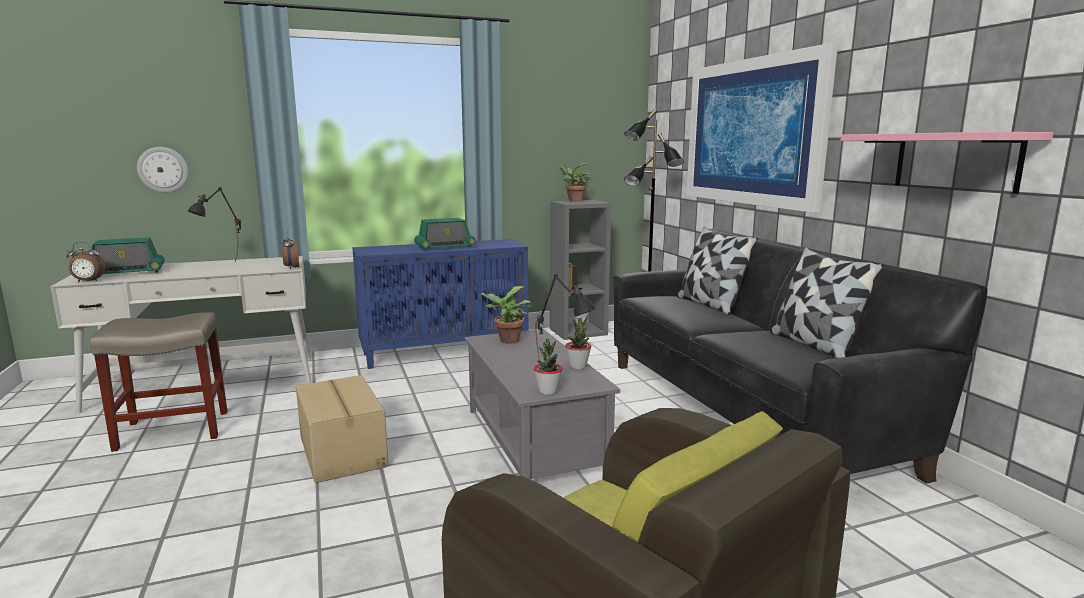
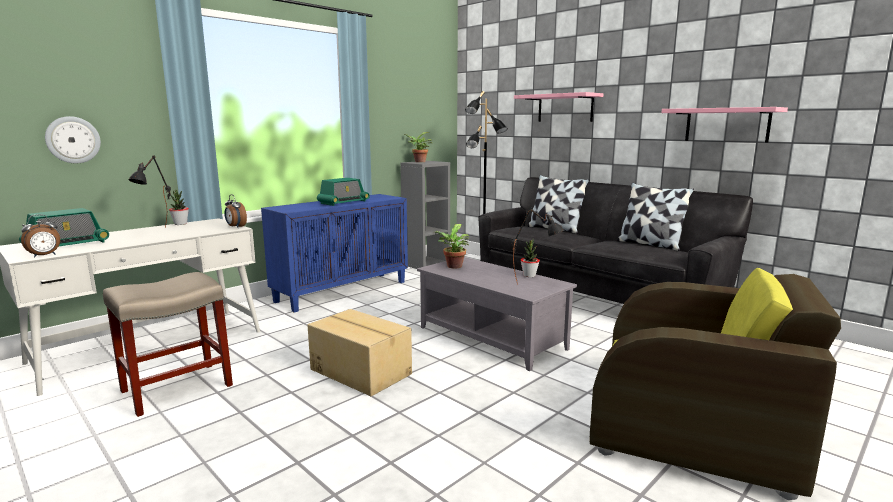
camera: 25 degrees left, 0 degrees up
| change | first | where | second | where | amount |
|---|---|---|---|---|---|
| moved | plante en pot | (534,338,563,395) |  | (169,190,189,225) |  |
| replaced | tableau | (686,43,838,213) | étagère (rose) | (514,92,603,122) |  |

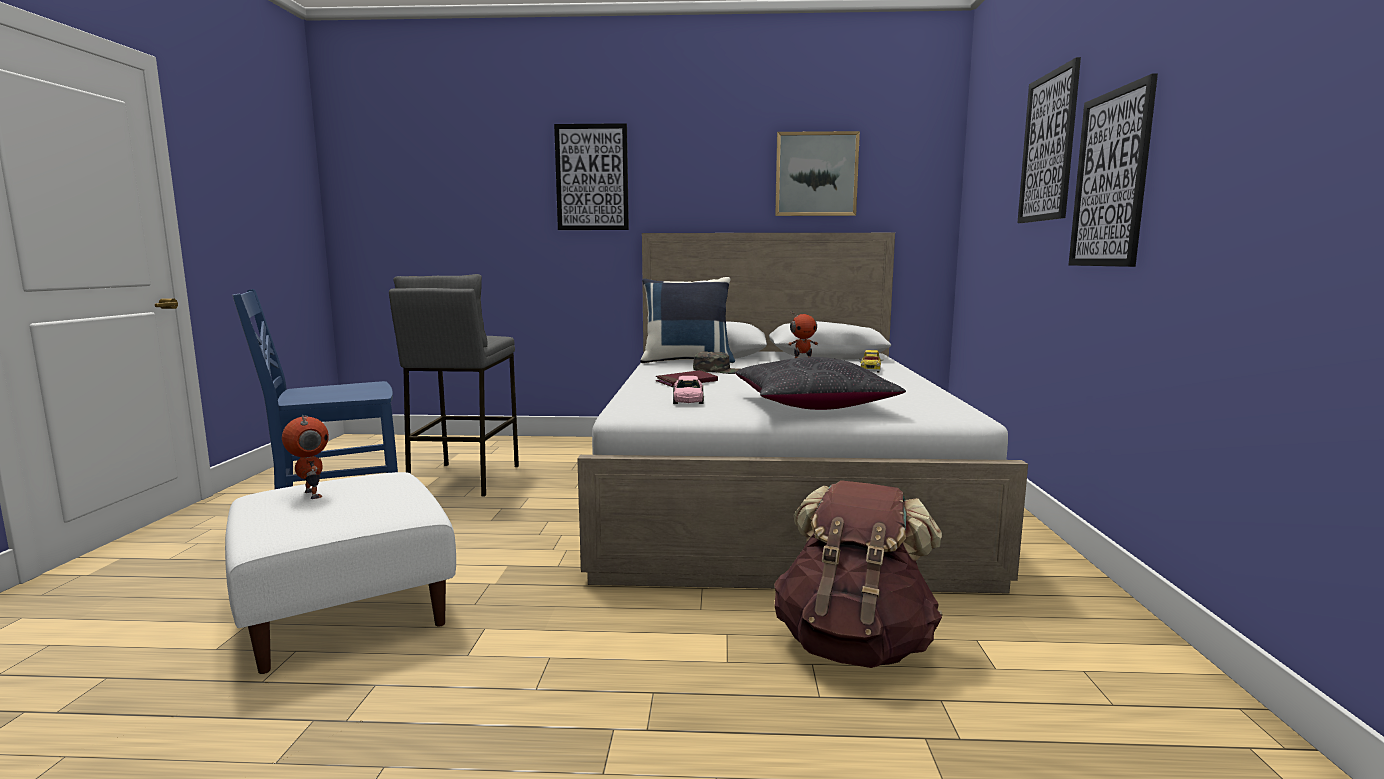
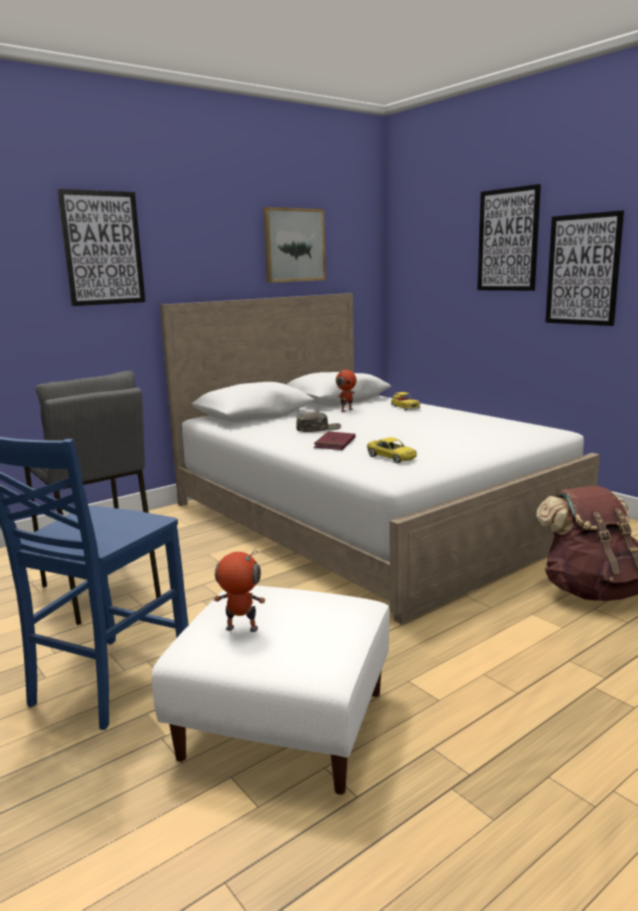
camera: 40 degrees left, 5 degrees up
| change | first | where | second | where | amount |
|---|---|---|---|---|---|
| removed | coussin (bleu) | (640,277,735,363) |  |  |  |
| removed | coussin (noir) | (736,357,906,410) |  |  |  |
| recoloured | petite voiture (rose) | (673,376,704,404) | petite voiture (jaune) | (367,437,417,463) |  |

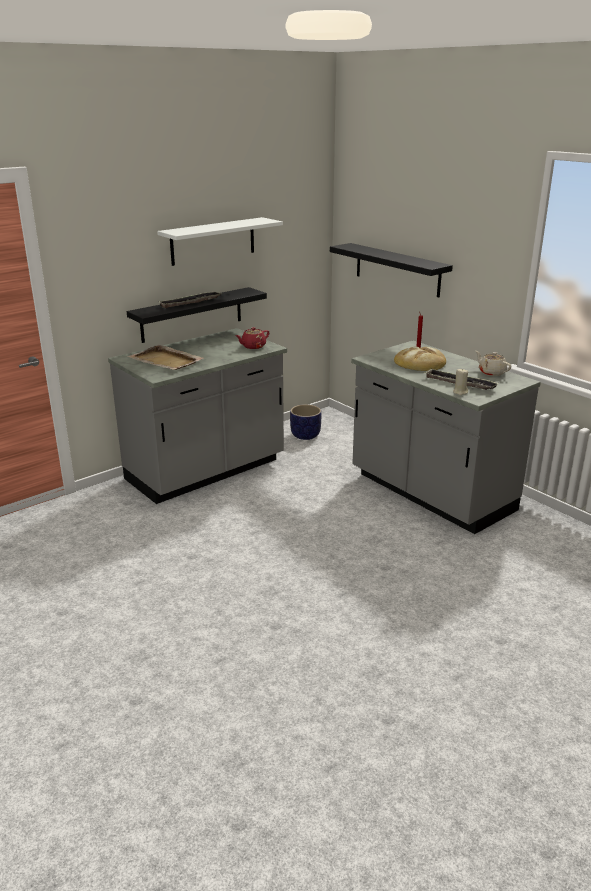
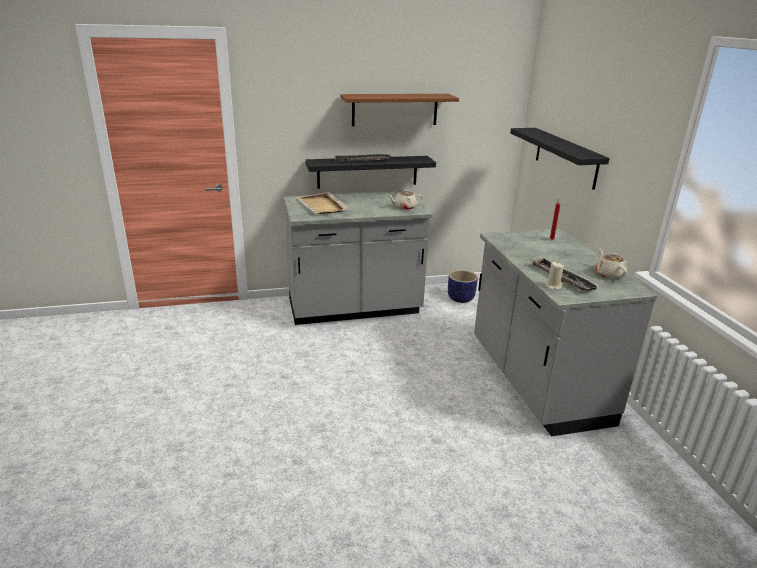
camera: 25 degrees right, 0 degrees up
| change | first | where | second | where | amount |
|---|---|---|---|---|---|
| removed | pain | (394,347,446,371) |  |  |  |
| recoloured | étagère (blanc) | (157,217,283,266) | étagère (marron) | (340,94,459,126) |  |
| recoloured | théière (rouge) | (235,327,269,349) | théière (beige) | (387,190,423,210) |  |

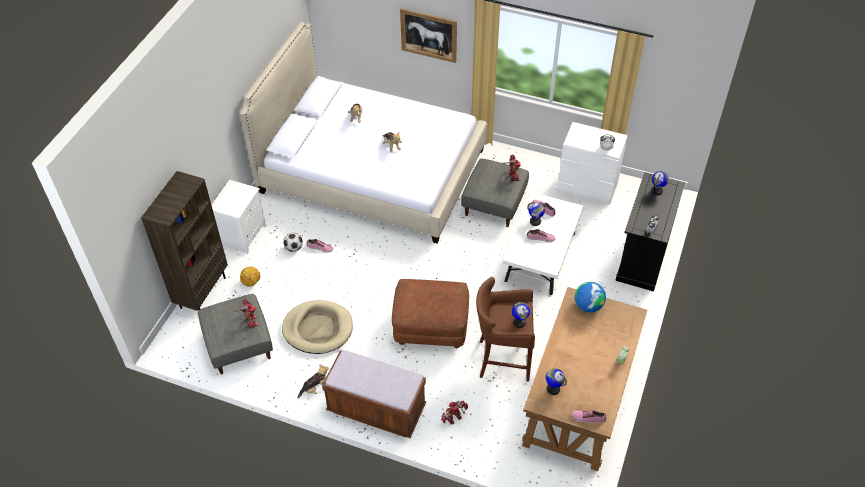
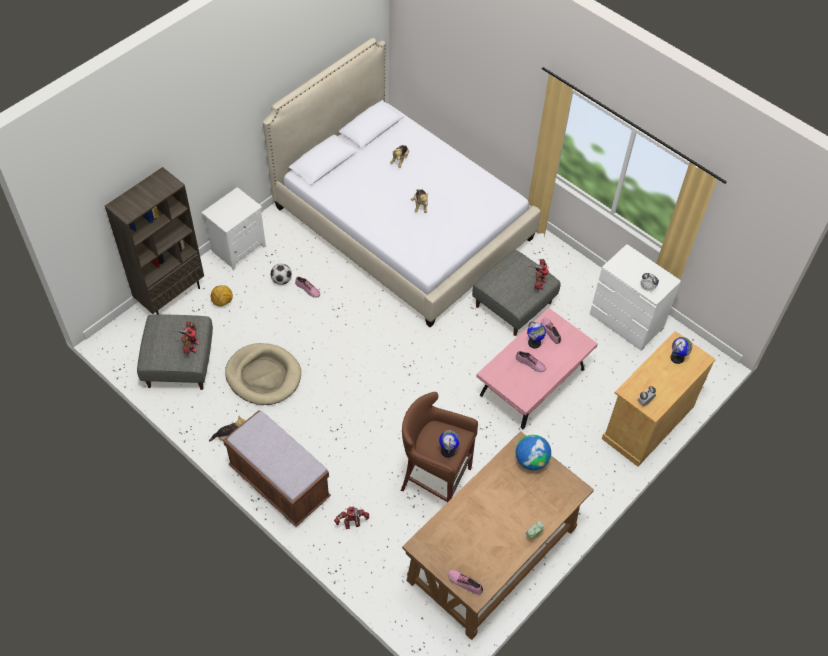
camera: 20 degrees right, 5 degrees up
| change | first | where | second | where | amount |
|---|---|---|---|---|---|
| removed | pouf (marron) | (392,279,469,348) |  |  |  |
| removed | tableau | (400,8,457,63) |  |  |  |
| removed | globe | (546,368,567,395) |  |  |  |
| recoloured | table basse (blanc) | (503,192,584,295) | table basse (rose) | (476,308,598,429) |  |
| recoloured | meuble de rangement (noir) | (615,172,685,291) | meuble de rangement (beige) | (602,331,716,467) |  |

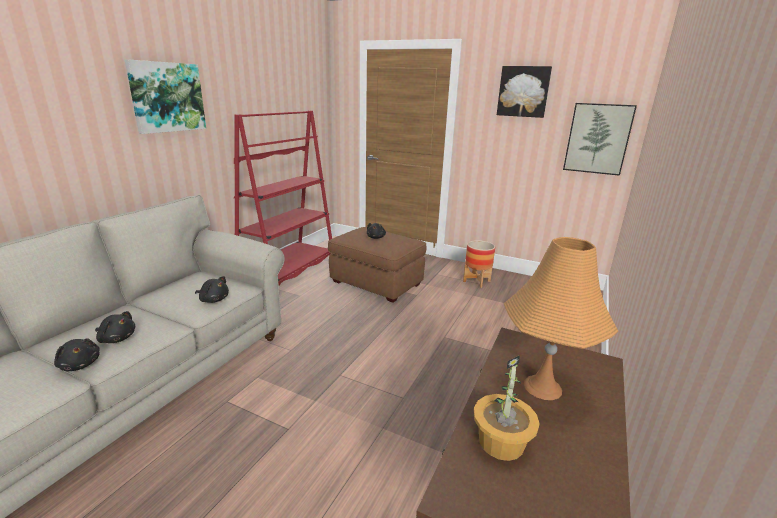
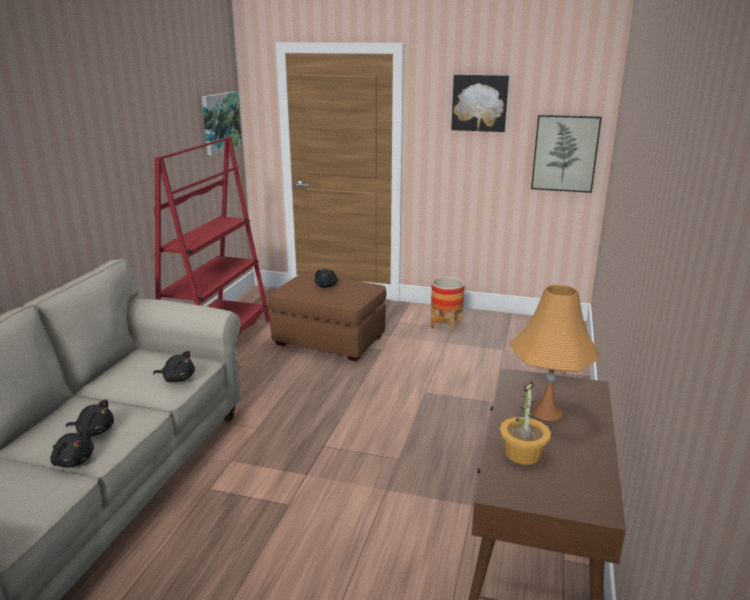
camera: 10 degrees left, 0 degrees up
| change | first | where | second | where | amount |
|---|---|---|---|---|---|
| moved | tableau | (125,59,206,134) |  | (202,91,242,155) |  |

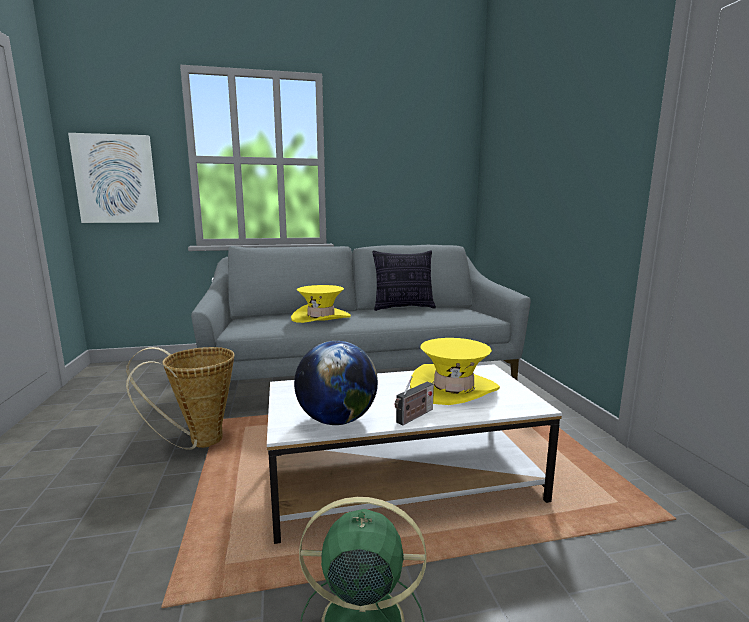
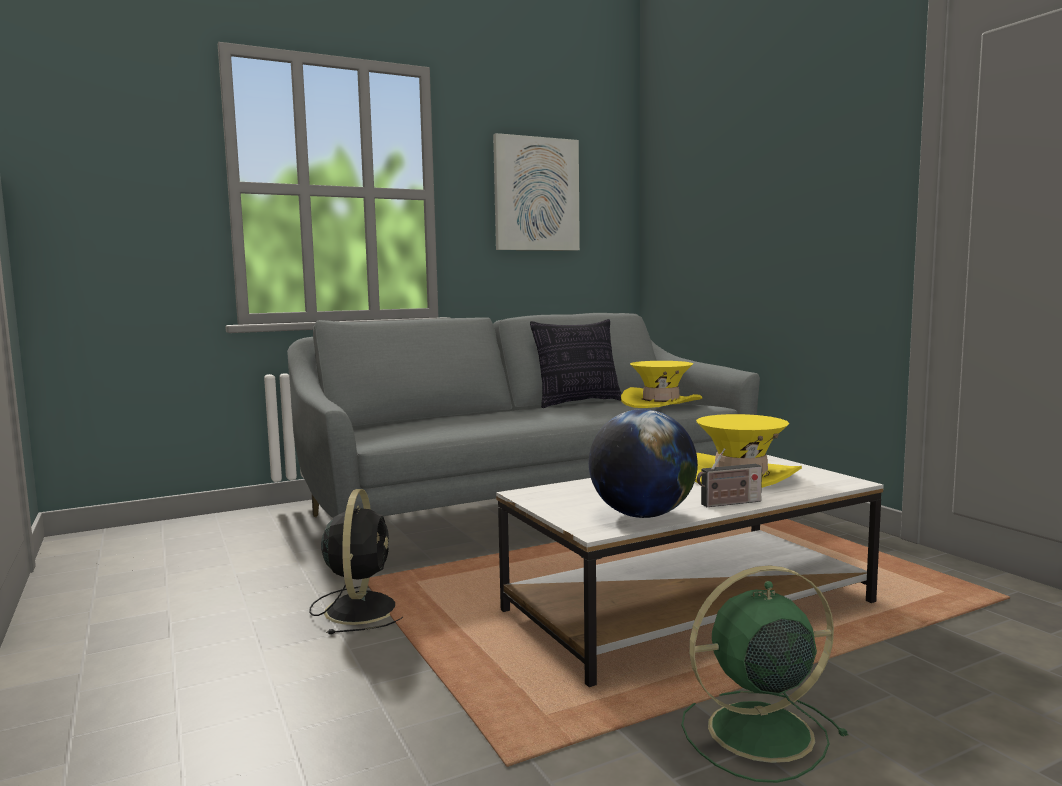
camera: 15 degrees left, 5 degrees down
| change | first | where | second | where | amount |
|---|---|---|---|---|---|
| moved | tableau | (68,133,159,223) |  | (493,133,580,251) |  |
| moved | chapeau (jaune) | (291,285,351,323) |  | (621,361,702,408) |  |
| replaced | panier | (126,347,234,449) | ventilateur (noir) | (310,489,403,634) |  |
| turned | radio | (395,376,434,425) |  | (697,448,762,507) | 45 degrees clockwise |

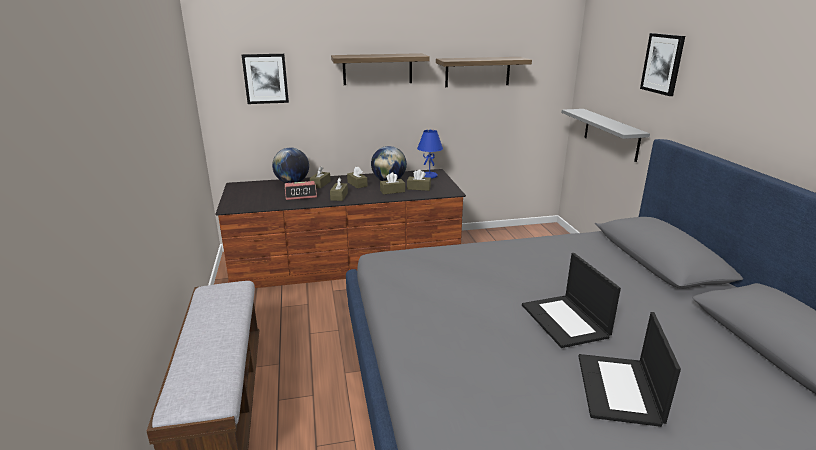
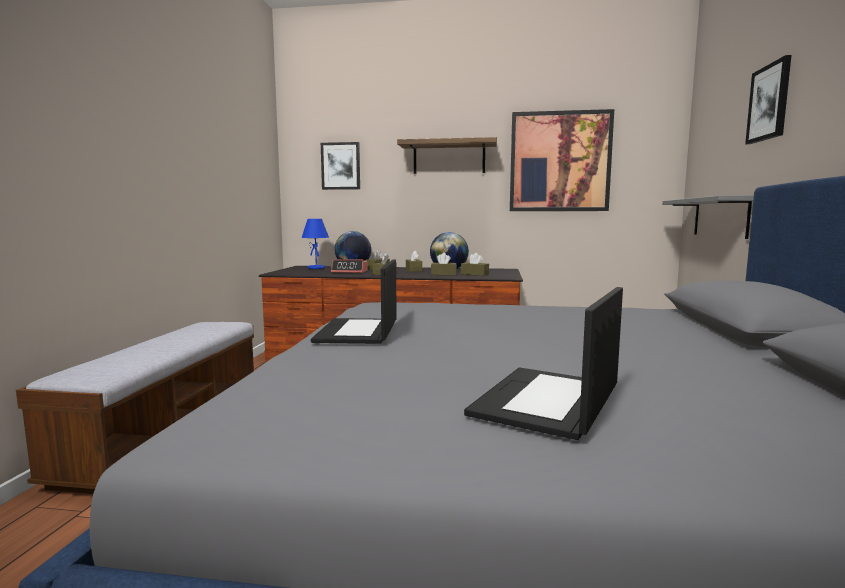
camera: 20 degrees right, 15 degrees down
| change | first | where | second | where | amount |
|---|---|---|---|---|---|
| moved | lampe de table (bleu) | (417,130,443,179) |  | (301,219,329,269) |  |
| moved | ordinateur portable | (522,253,621,348) |  | (311,260,397,344) |  |
| replaced | étagère | (436,57,532,87) | tableau | (510,109,614,211) |  |

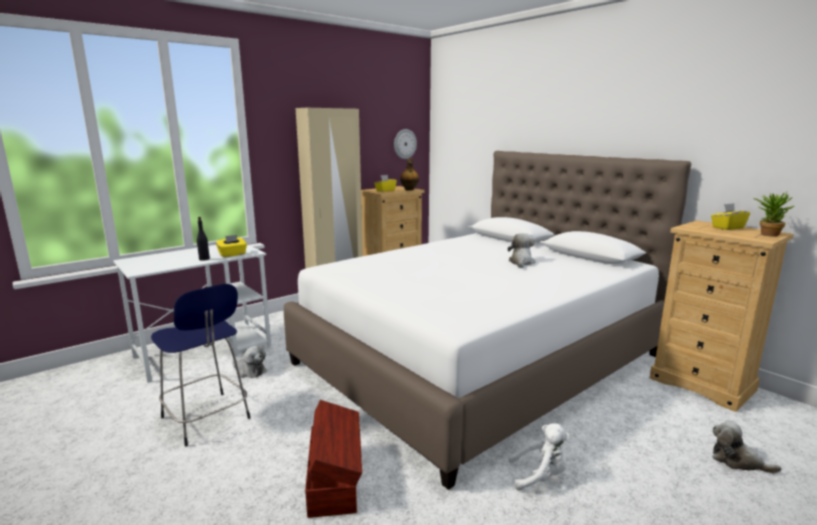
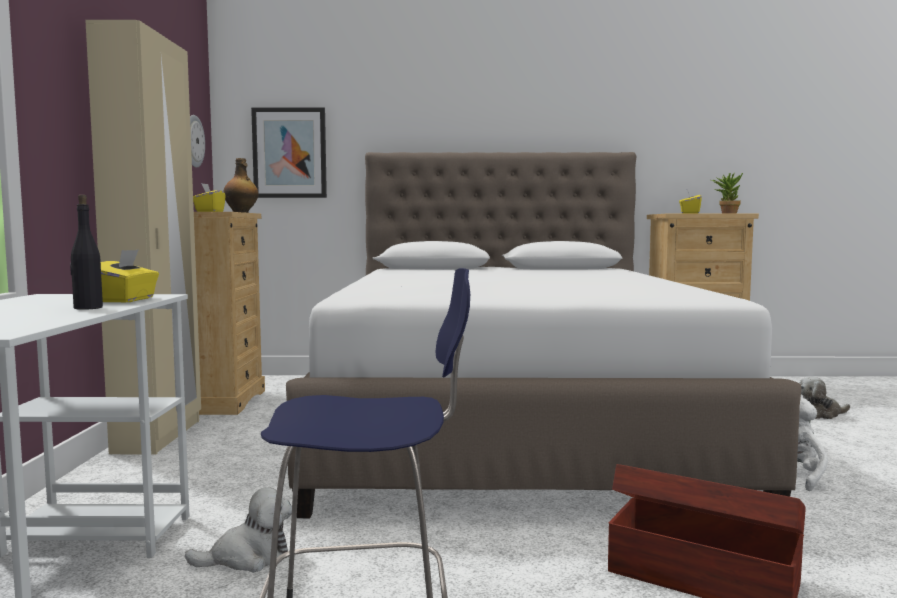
camera: 50 degrees left, 10 degrees down
| change | first | where | second | where | amount |
|---|---|---|---|---|---|
| removed | peluche | (508,233,536,268) |  |  |  |
| added |  |  | tableau | (251,107,327,198) |  |

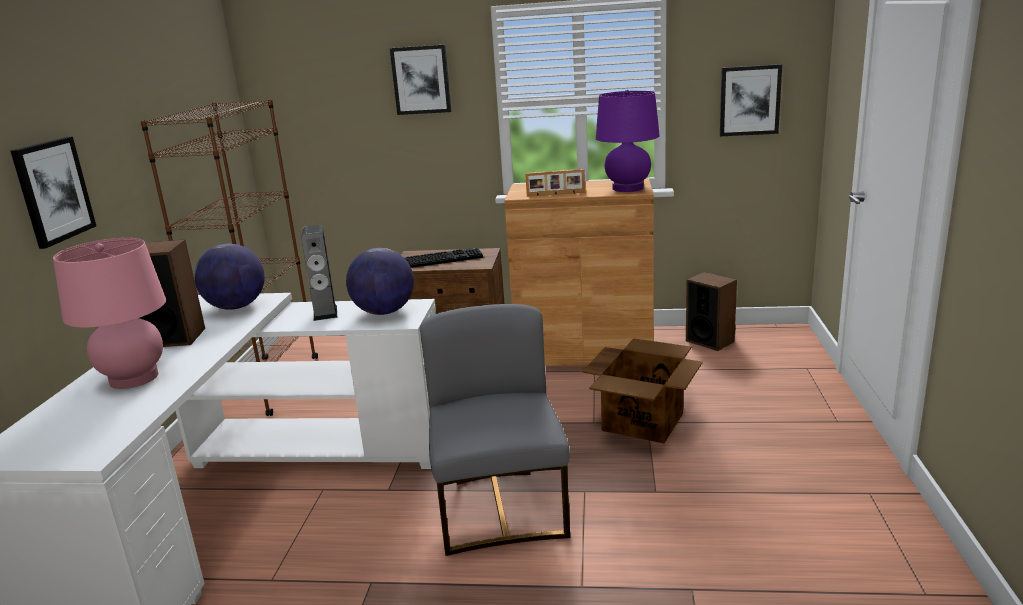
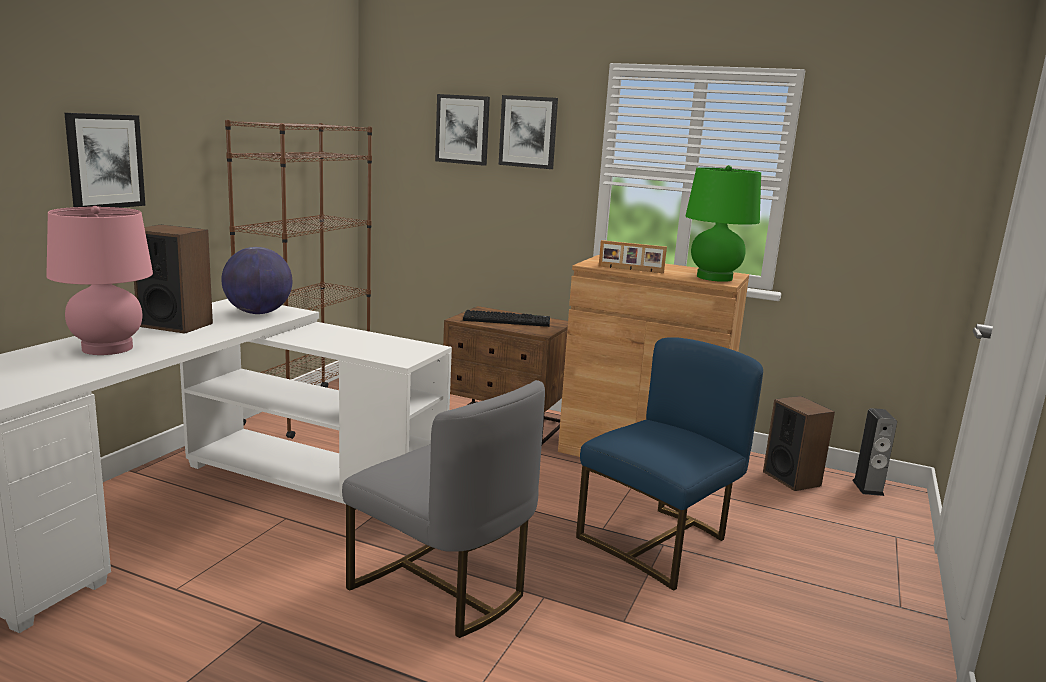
camera: 15 degrees right, 5 degrees down
| change | first | where | second | where | amount |
|---|---|---|---|---|---|
| removed | globe | (346,248,414,315) |  |  |  |
| moved | enceinte | (301,225,337,321) |  | (852,408,897,496) |  |
| moved | tableau | (720,64,782,136) |  | (435,94,490,166) |  |
| replaced | carton | (582,338,703,443) | chaise (bleu) | (576,337,763,591) |  |
| recoloured | lampe de table (violet) | (596,90,660,192) | lampe de table (vert) | (686,165,761,282) |  |
| turned | chaise (gris) | (420,304,570,556) |  | (342,380,545,638) | 120 degrees clockwise |

